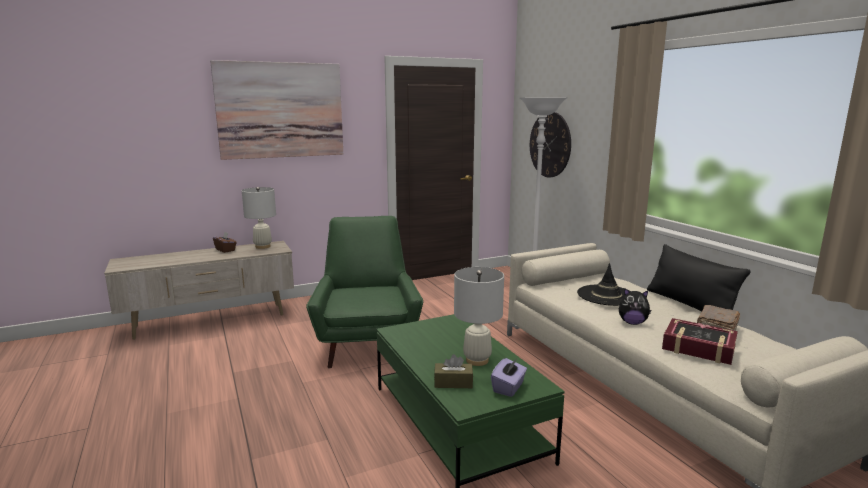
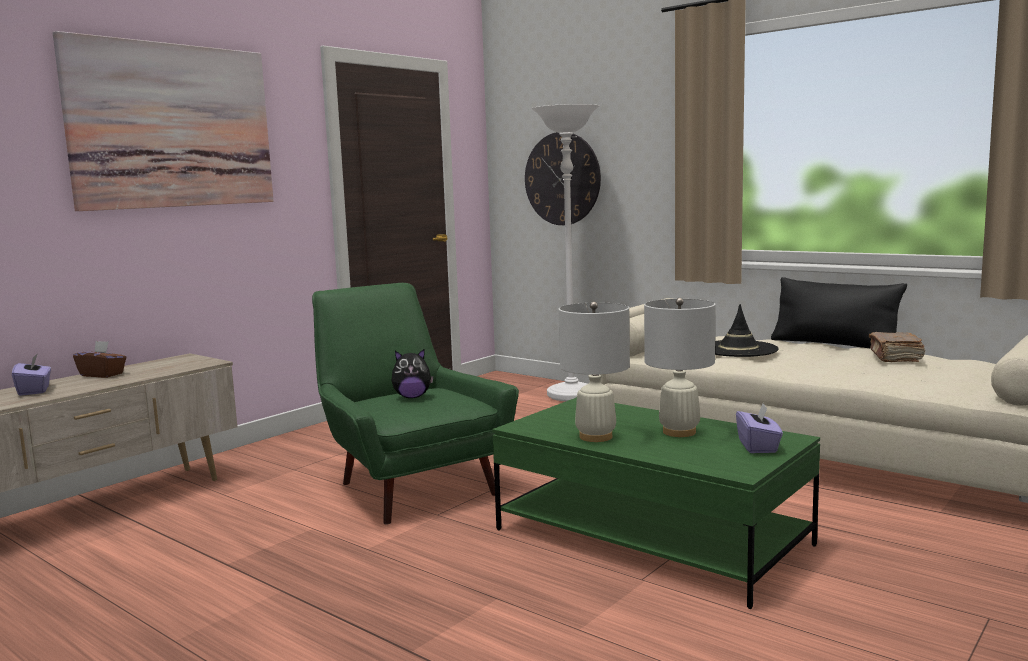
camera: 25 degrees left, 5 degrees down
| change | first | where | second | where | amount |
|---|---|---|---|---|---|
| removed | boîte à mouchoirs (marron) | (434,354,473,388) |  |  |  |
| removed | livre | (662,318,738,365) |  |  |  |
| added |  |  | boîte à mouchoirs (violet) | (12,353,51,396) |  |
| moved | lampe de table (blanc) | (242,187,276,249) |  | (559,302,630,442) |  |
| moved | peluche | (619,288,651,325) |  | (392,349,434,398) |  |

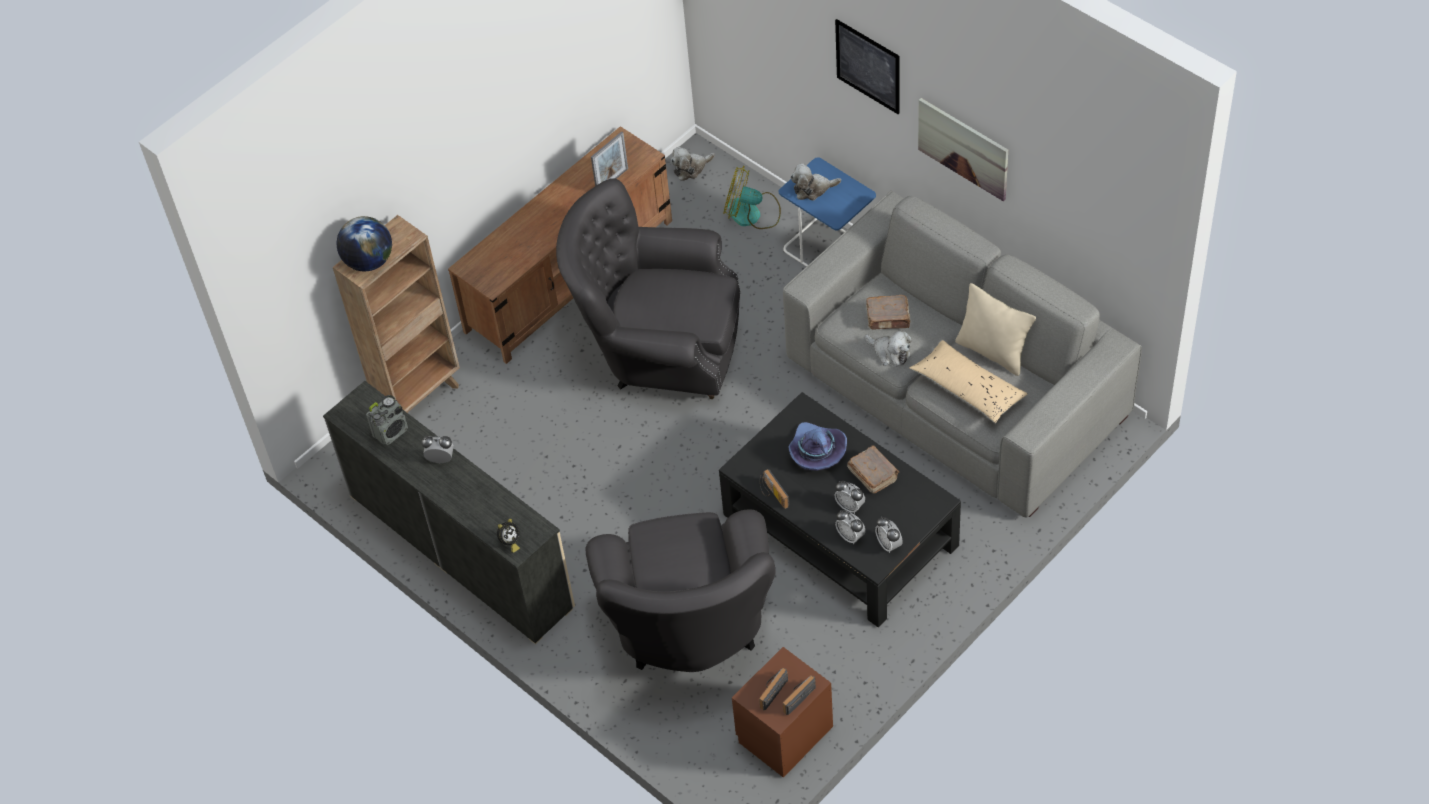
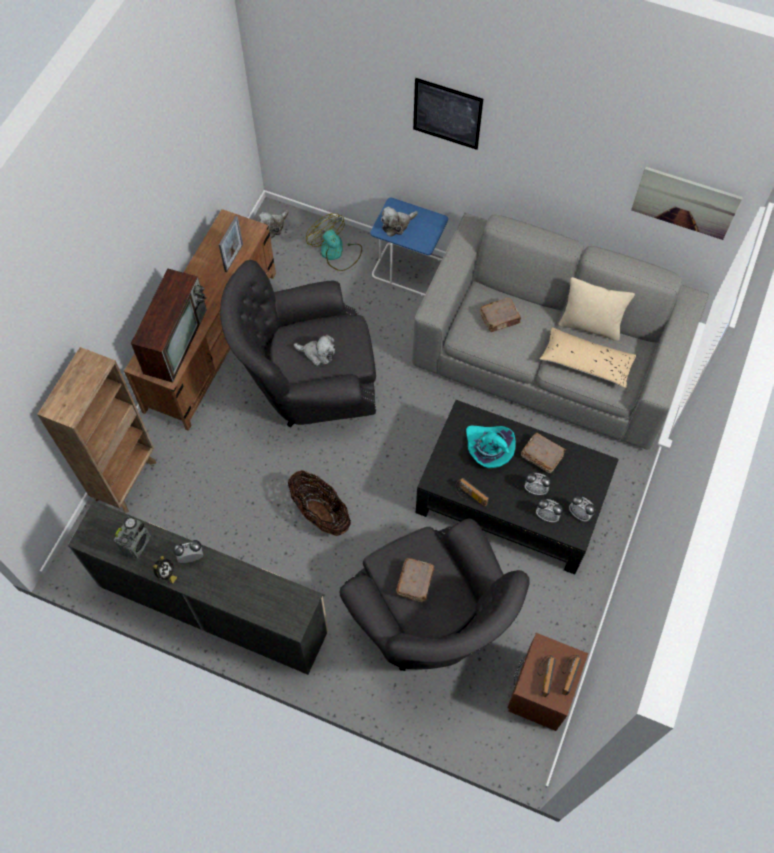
camera: 25 degrees left, 10 degrees up
| change | first | where | second | where | amount |
|---|---|---|---|---|---|
| removed | globe | (336,216,392,271) |  |  |  |
| added |  |  | téléviseur | (131,269,207,383) |  |
| added |  |  | panier | (288,470,351,536) |  |
| added |  |  | livre (marron) | (396,558,434,602) |  |
| moved | réveil | (497,519,520,553) |  | (153,556,177,584) |  |
| moved | peluche | (865,330,912,366) |  | (294,335,335,366) |  |
| moved | tableau | (918,98,1008,201) |  | (631,167,743,240) |  |
| recoloured | chapeau (violet) | (788,422,847,471) | chapeau (turquoise) | (466,425,516,468) |  |
| turned | ventilateur | (723,166,781,229) |  | (306,213,362,271) | 60 degrees clockwise |

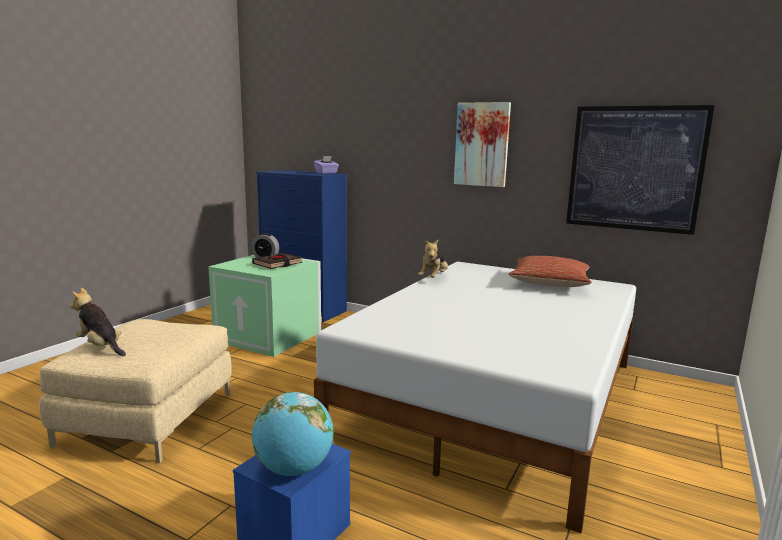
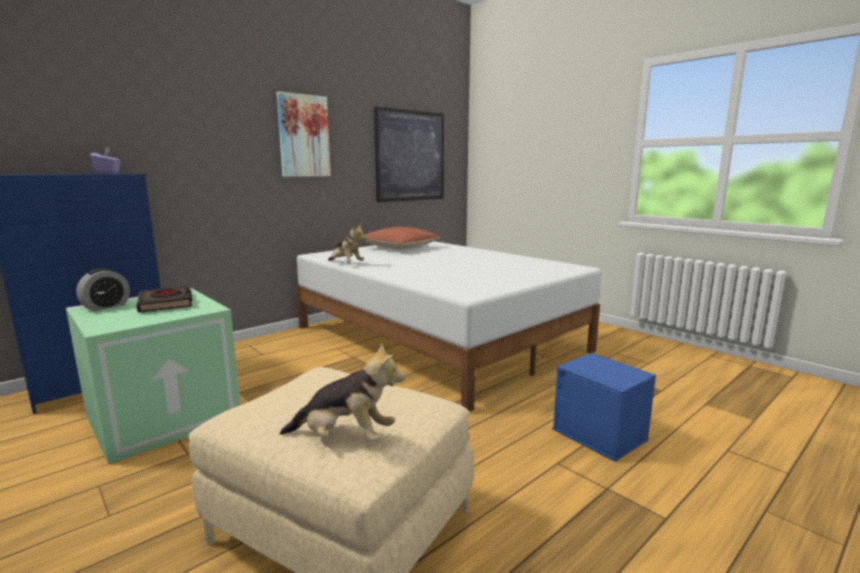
camera: 70 degrees left, 0 degrees up
| change | first | where | second | where | amount |
|---|---|---|---|---|---|
| removed | globe | (252,392,334,476) |  |  |  |
| turned | peluche | (70,288,126,356) |  | (279,343,405,442) | 135 degrees counterclockwise |

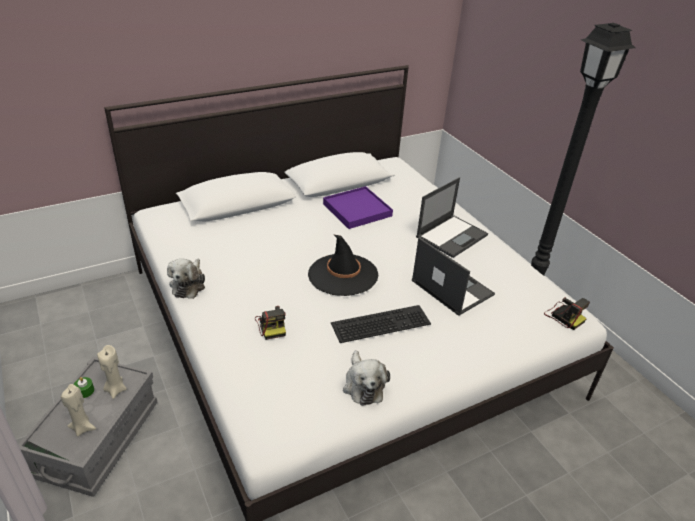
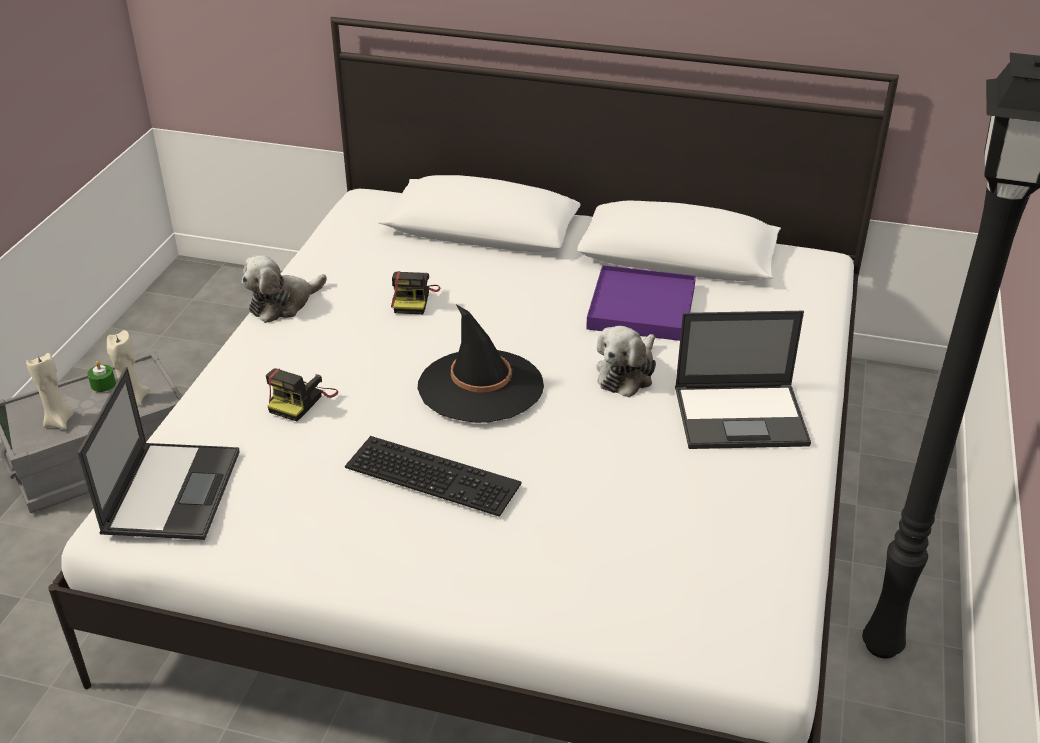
camera: 45 degrees right, 0 degrees up
| change | first | where | second | where | amount |
|---|---|---|---|---|---|
| moved | peluche | (343,350,390,406) |  | (596,326,656,397) |  |
| moved | ordinateur portable | (412,237,495,316) |  | (77,367,239,540) |  |
| moved | appareil photo | (544,297,590,330) |  | (391,271,440,314) |  |

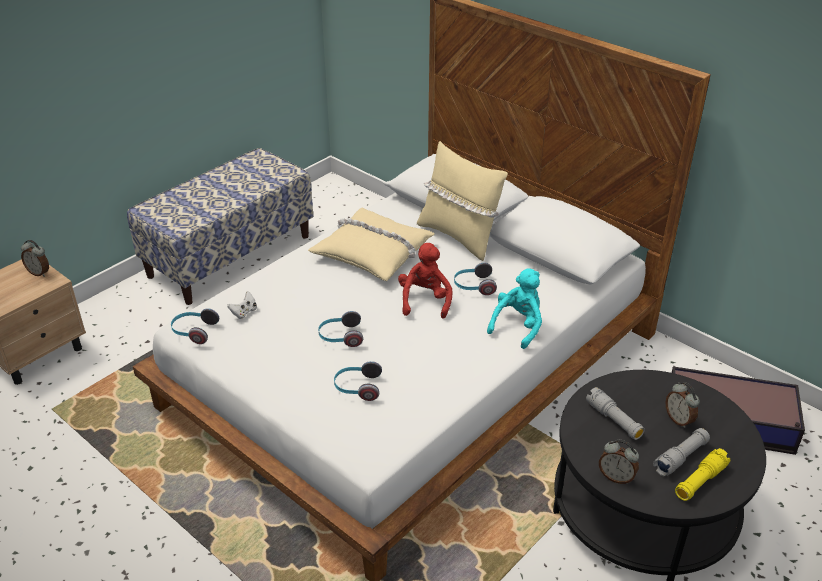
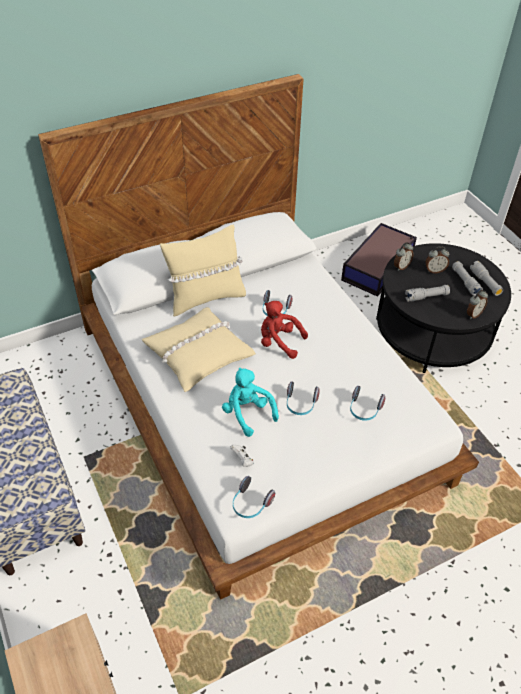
camera: 70 degrees left, 10 degrees up
| change | first | where | second | where | amount |
|---|---|---|---|---|---|
| moved | réveil | (21,240,49,277) |  | (394,242,413,271) |  |
| moved | peluche (turquoise) | (487,268,542,349) |  | (222,367,279,437) |  |
| recoloured | lampe de poche (jaune) | (675,448,730,501) | lampe de poche (gris) | (470,261,503,296) |  |

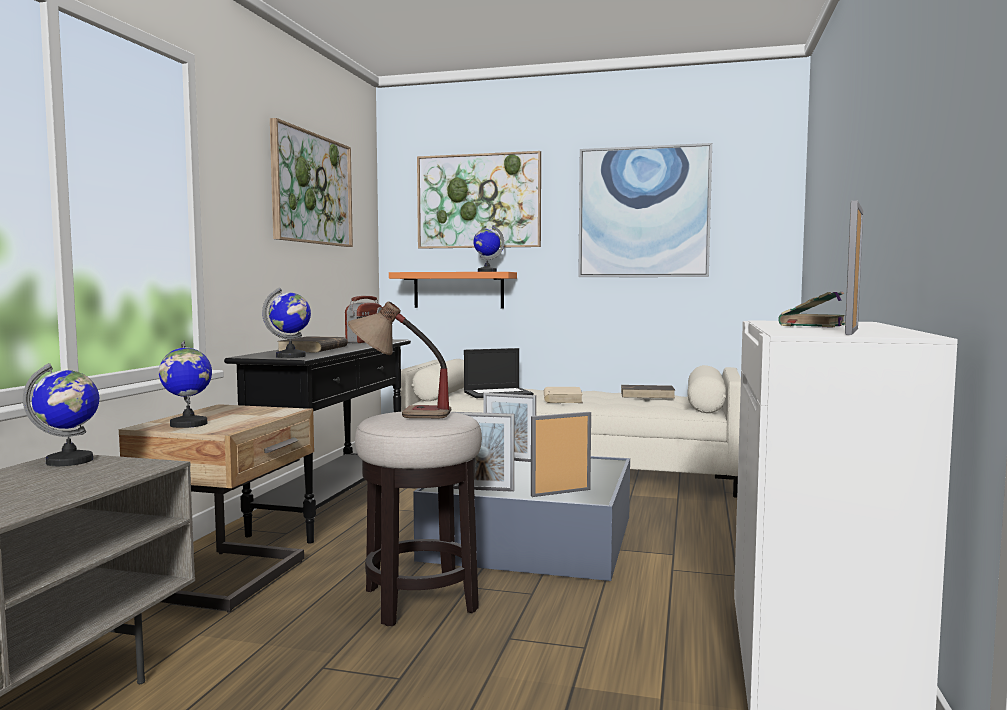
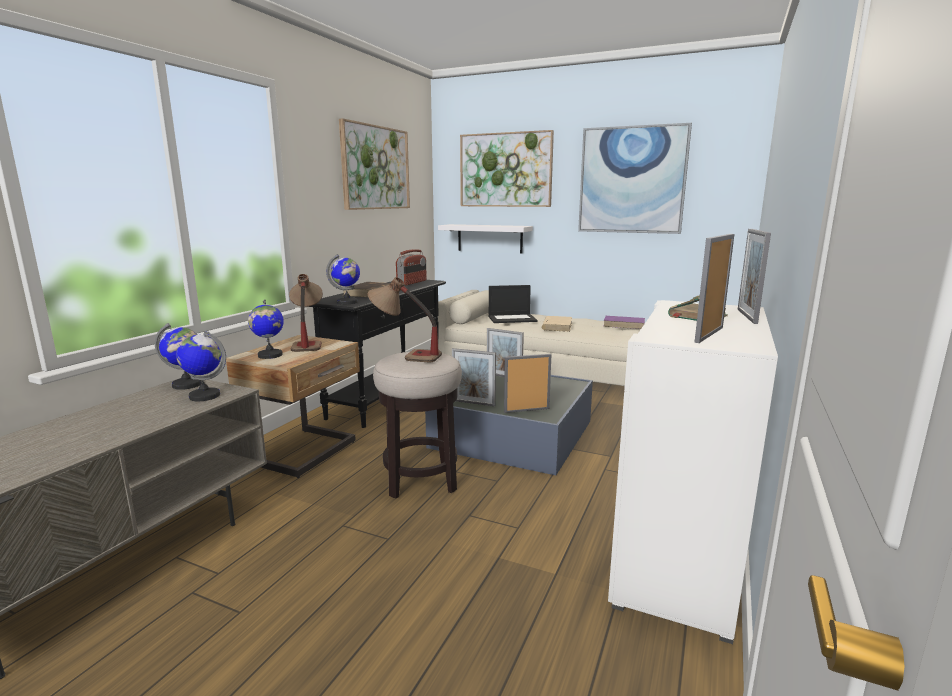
camera: 10 degrees right, 10 degrees up
| change | first | where | second | where | amount |
|---|---|---|---|---|---|
| added |  |  | lampe de table | (289,274,323,352) |  |
| added |  |  | cadre photo | (738,229,771,324) |  |
| moved | globe | (473,225,504,272) |  | (176,330,226,401) |  |
| recoloured | étagère (orange) | (389,272,517,308) | étagère (blanc) | (438,224,533,253) |  |
| recoloured | livre (marron) | (621,385,675,398) | livre (violet) | (603,316,645,329) |  |

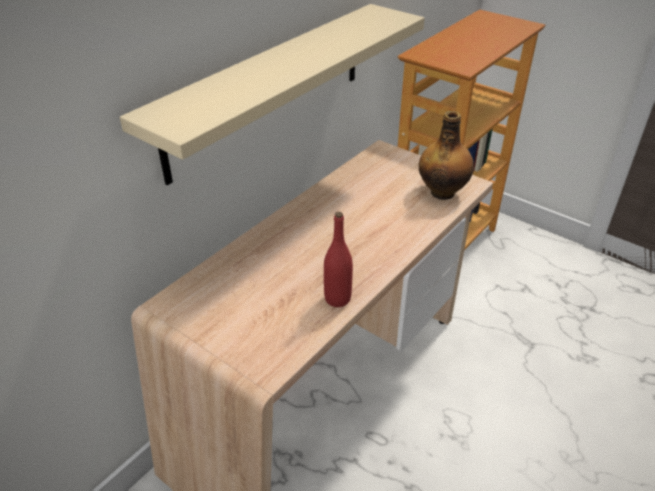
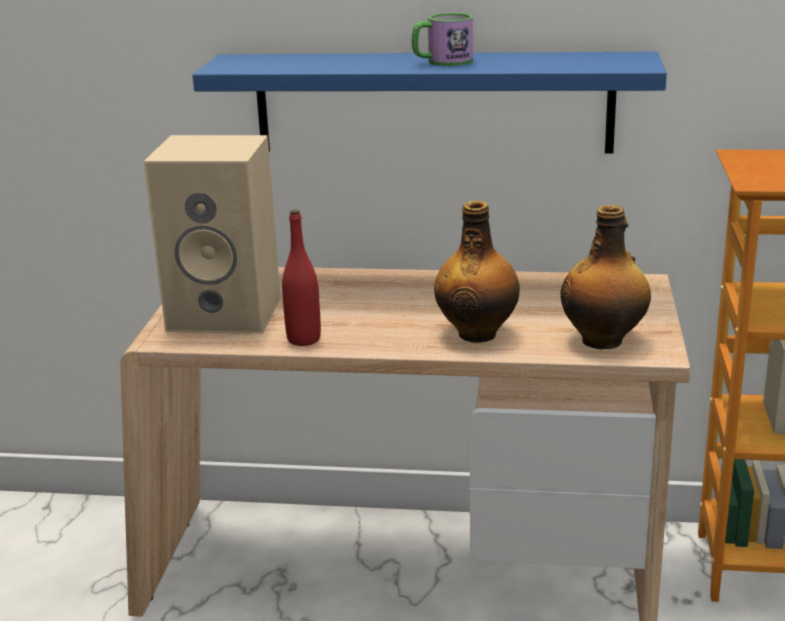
camera: 60 degrees right, 15 degrees down
| change | first | where | second | where | amount |
|---|---|---|---|---|---|
| added |  |  | enceinte (beige) | (144,135,281,334) |  |
| added |  |  | mug | (412,13,473,66) |  |
| added |  |  | bouteille | (434,201,520,343) |  |
| recoloured | étagère (beige) | (120,4,425,185) | étagère (bleu) | (192,52,667,154) |  |

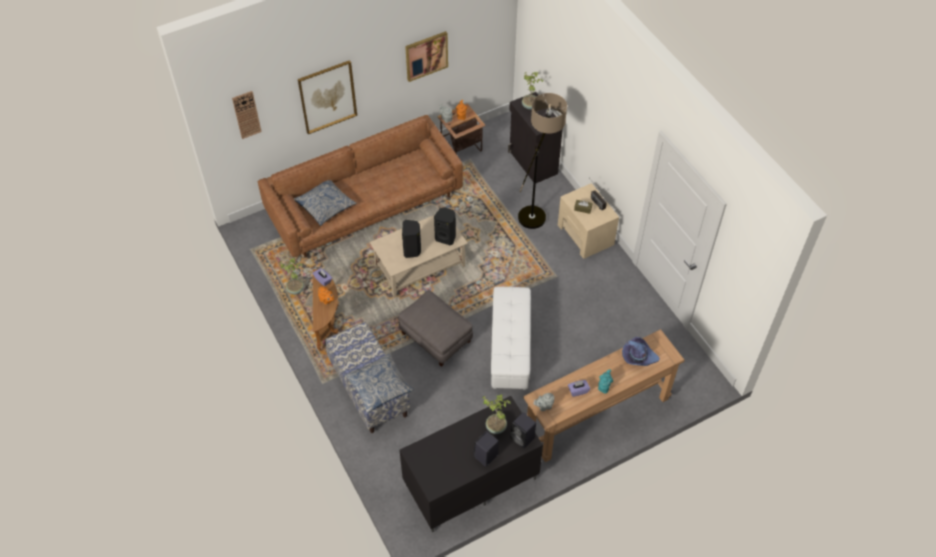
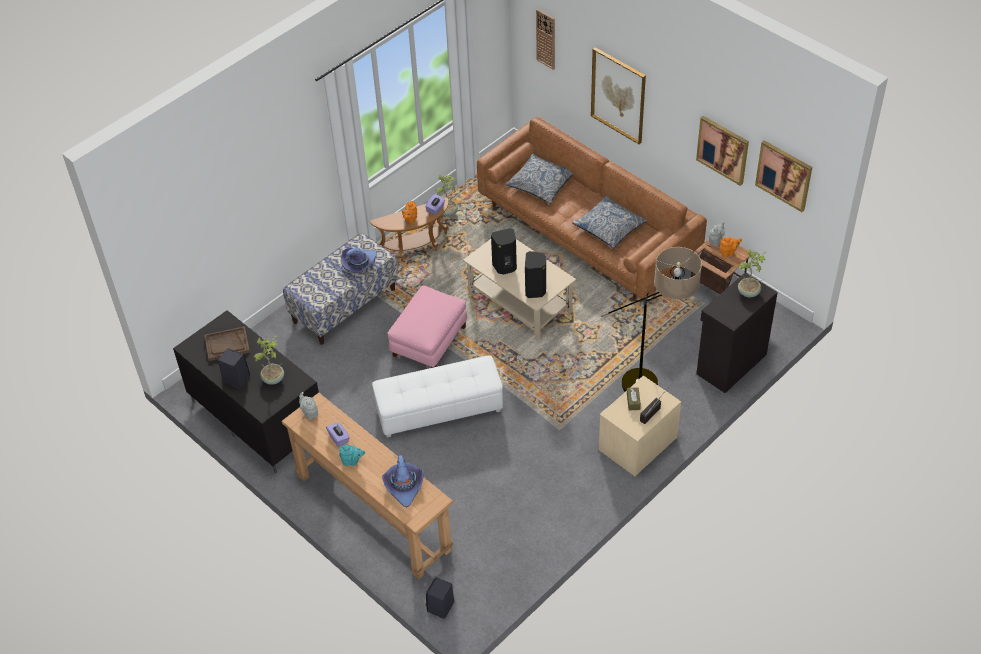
camera: 75 degrees right, 5 degrees down
| change | first | where | second | where | amount |
|---|---|---|---|---|---|
| added |  |  | plateau (marron) | (204,326,250,361) |  |
| added |  |  | chapeau (violet) | (341,248,377,273) |  |
| added |  |  | tableau | (755,140,812,212) |  |
| moved | coussin | (345,353,414,413) |  | (572,196,647,249) |  |
| moved | enceinte (noir) | (510,412,536,448) |  | (426,577,454,619) |  |
| recoloured | pouf (gris) | (399,290,473,367) | pouf (rose) | (387,285,467,368) |  |

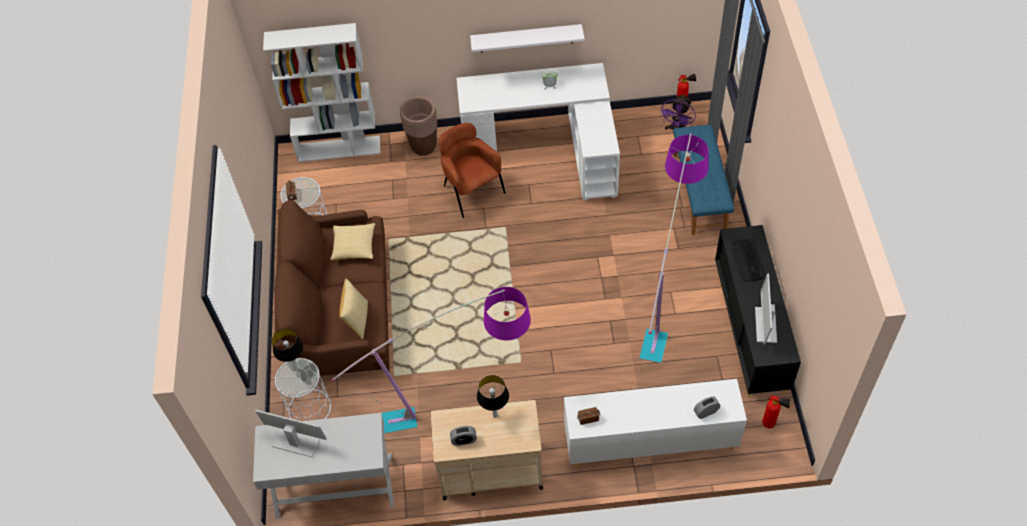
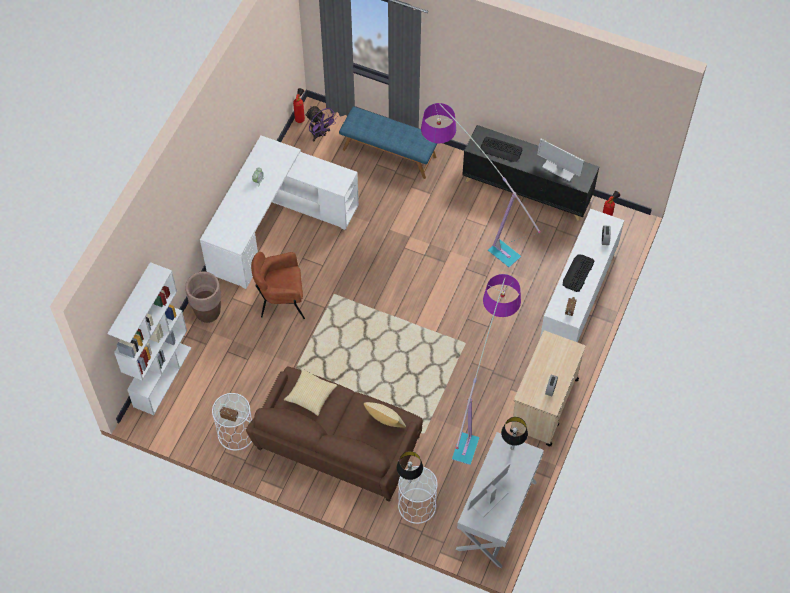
camera: 65 degrees left, 5 degrees up
| change | first | where | second | where | amount |
|---|---|---|---|---|---|
| removed | étagère (blanc) | (470,24,585,52) |  |  |  |
| added |  |  | clavier | (563,254,594,292) |  |
| moved | lampe de table | (477,375,509,418) |  | (501,417,528,450) |  |

